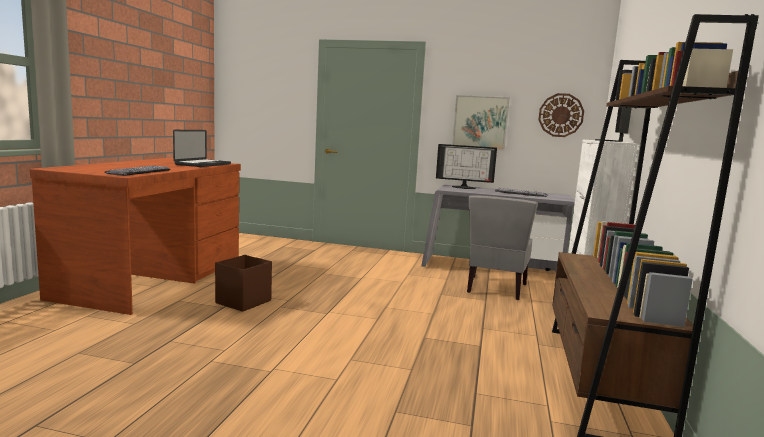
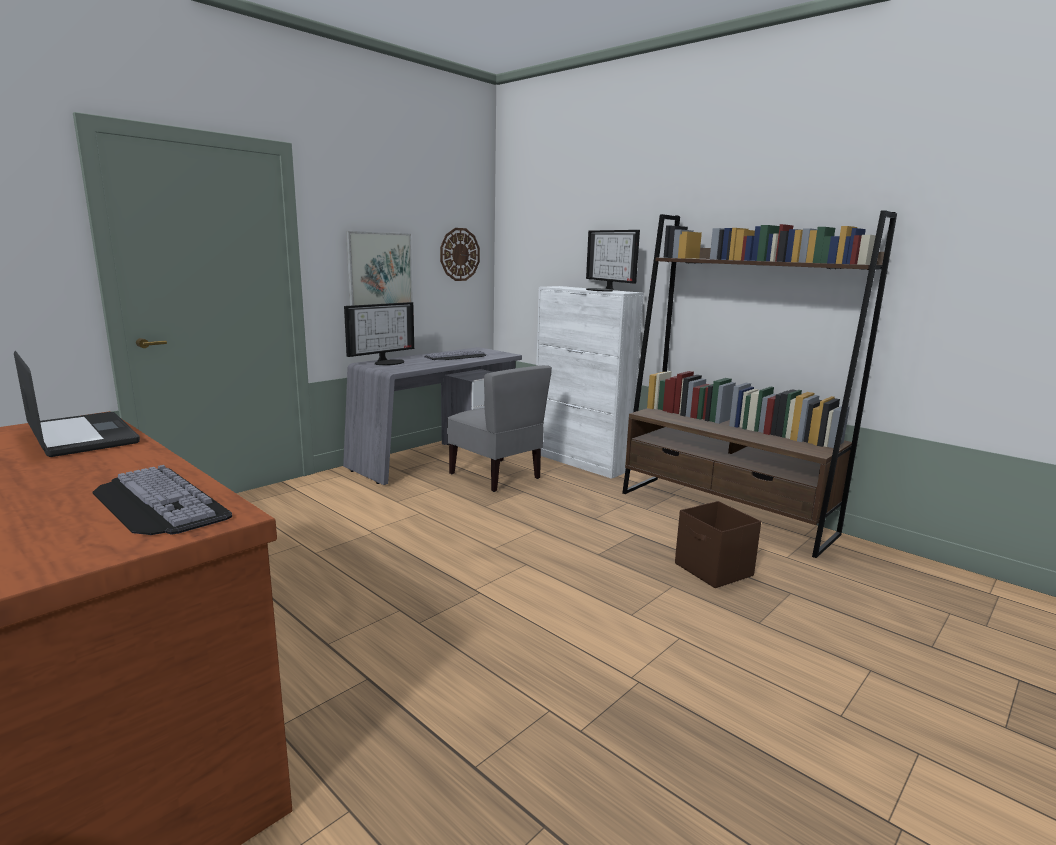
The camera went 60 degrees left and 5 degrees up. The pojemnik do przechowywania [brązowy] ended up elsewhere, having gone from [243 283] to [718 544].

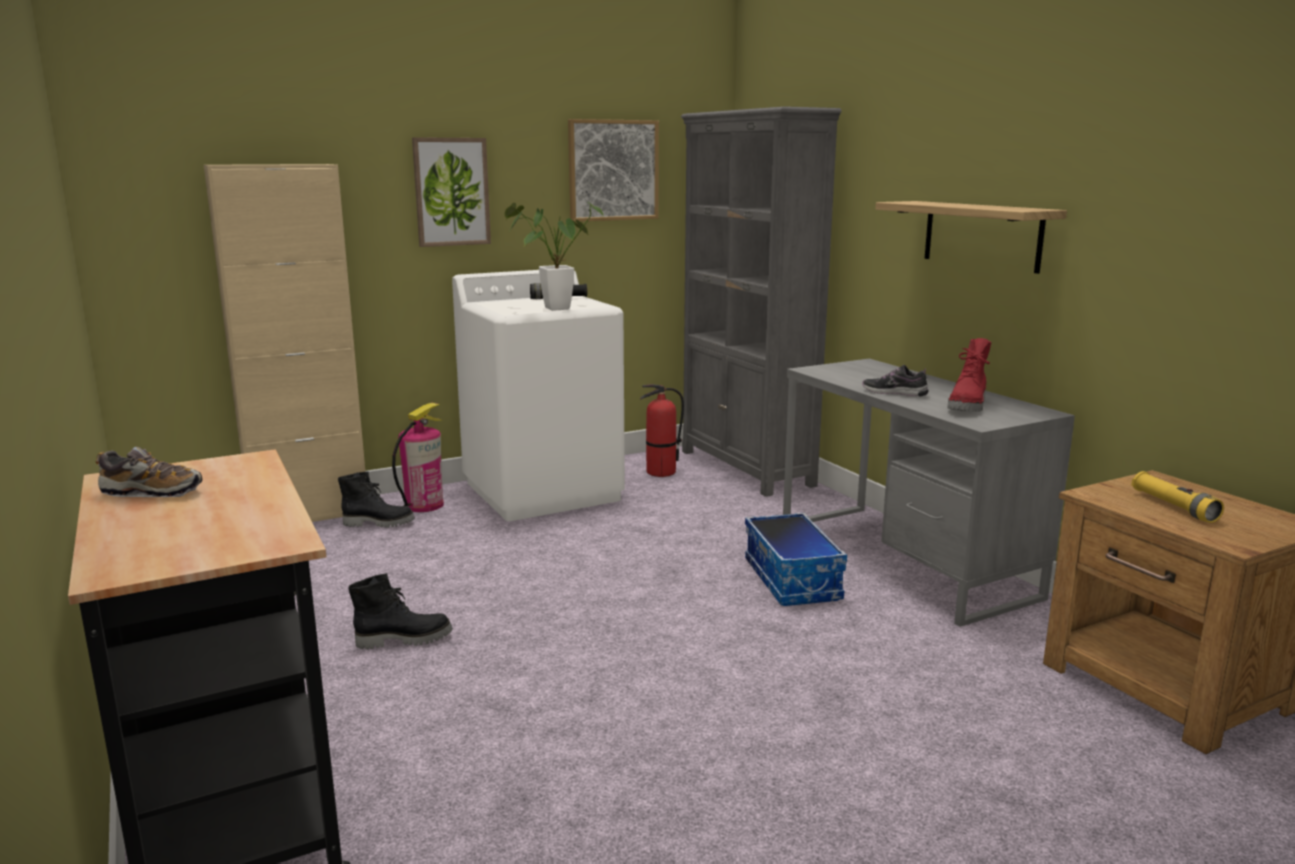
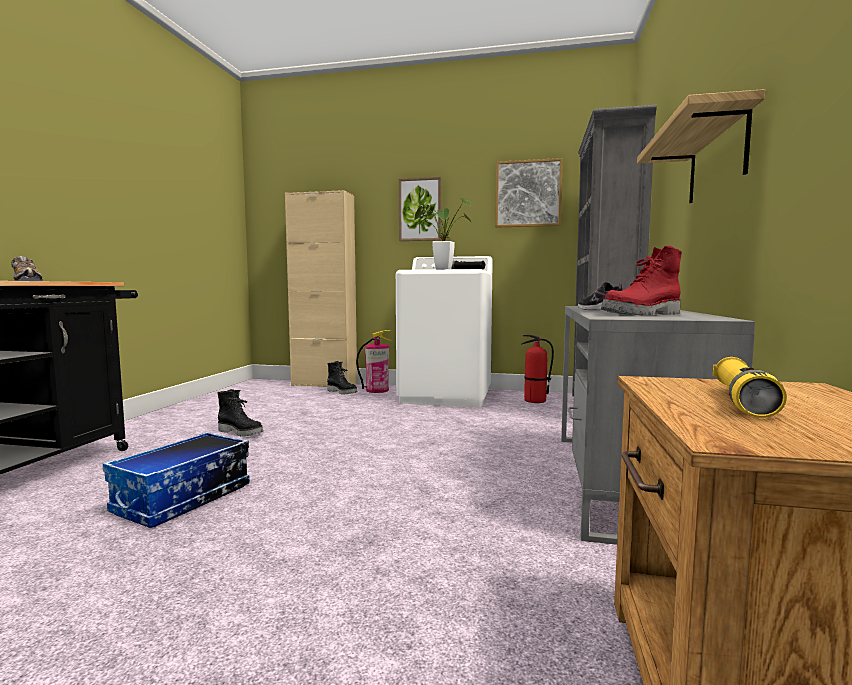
The camera went 40 degrees right and 10 degrees down. The pojemnik do przechowywania ended up elsewhere, having gone from [796 559] to [176 480].

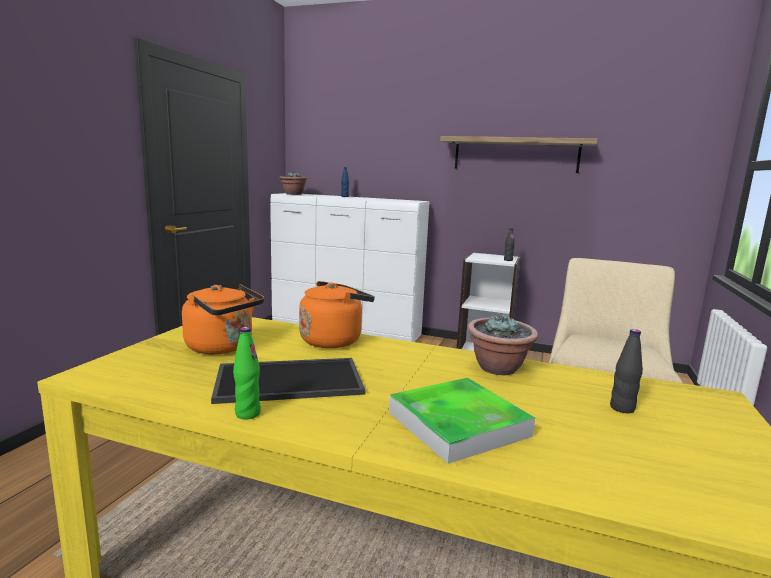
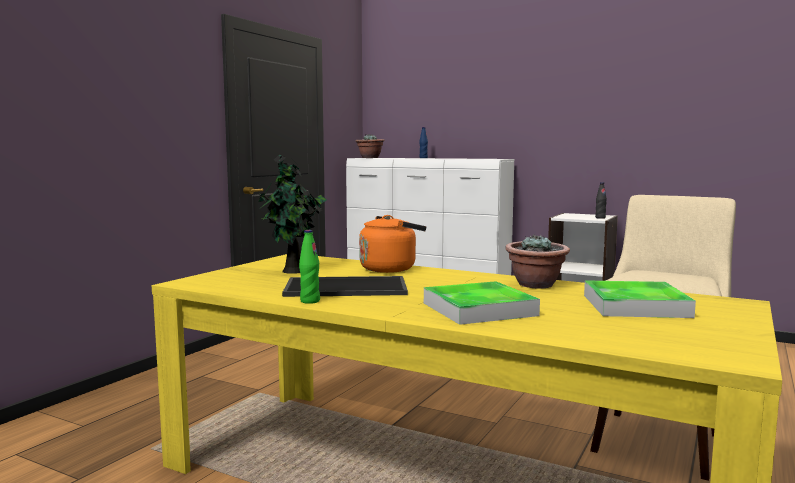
The camera went 10 degrees right and 5 degrees down. The second view lost the półka at [518 154]. Where the czajnik [pomarańczowy] stood at [223 319], the roślina doniczkowa came to stand at [293 214]. Where the butelka [czarny] stood at [626 371], the taca came to stand at [640 299].

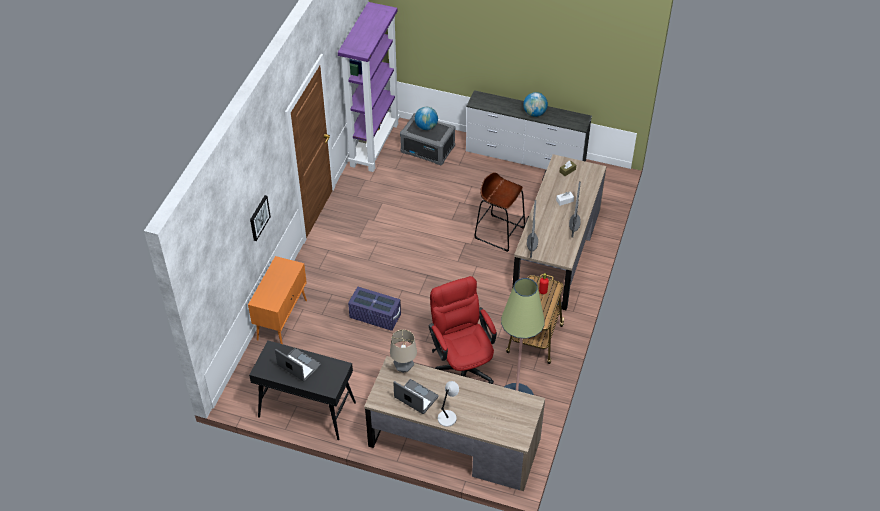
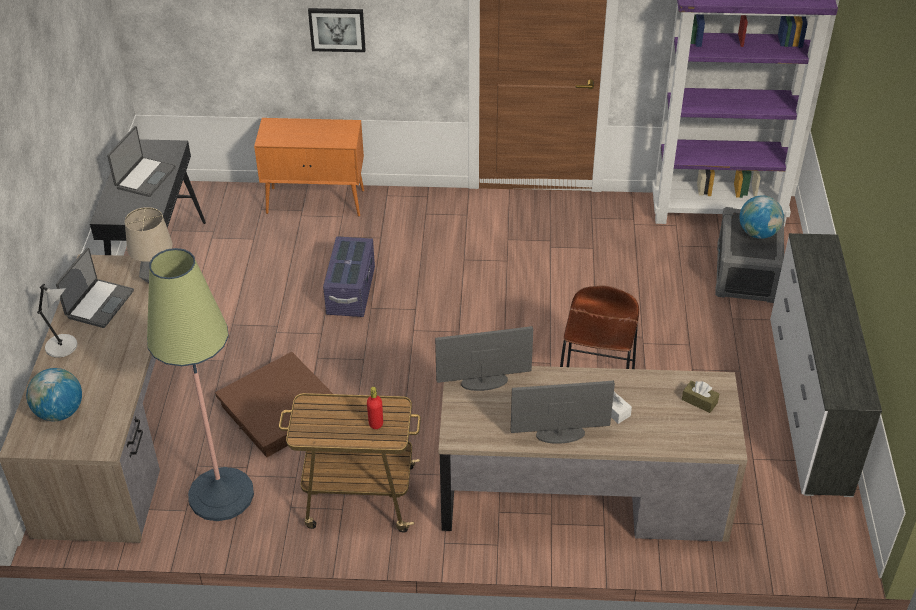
The camera went 75 degrees right and 5 degrees down. The globus ended up elsewhere, having gone from [535 104] to [54 394]. Where the krzesło biurowe [czerwony] stood at [462 330], the pojemnik do przechowywania [brązowy] came to stand at [274 404].

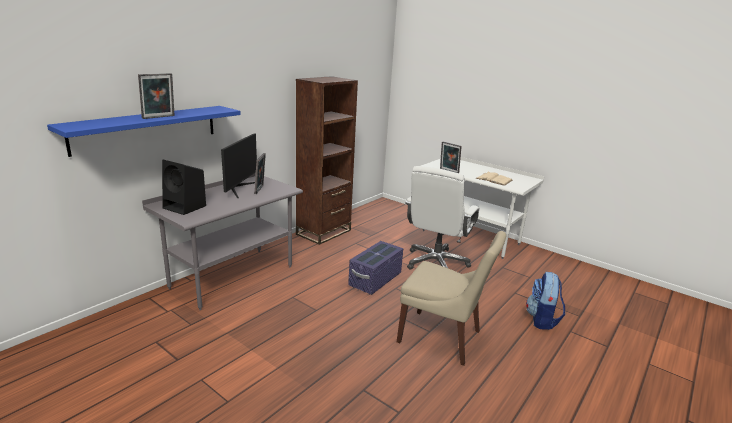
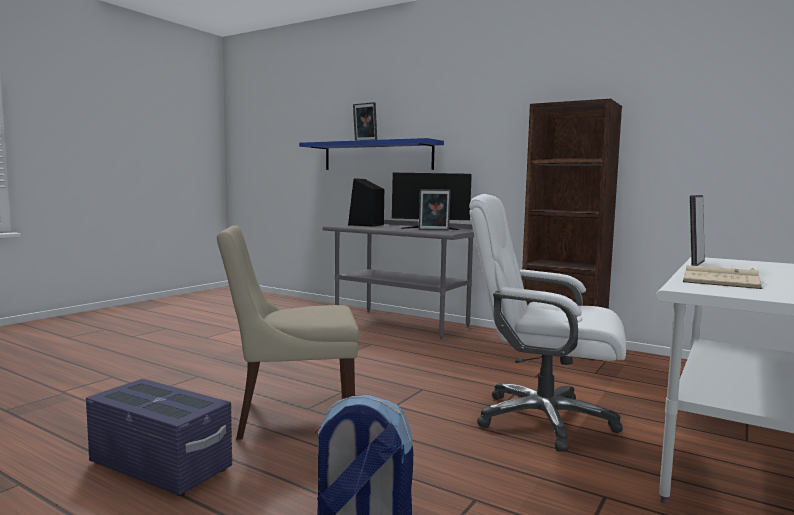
The camera went 85 degrees right and 15 degrees down. The pojemnik do przechowywania [fioletowy] ended up elsewhere, having gone from [375 268] to [159 437]. The krzesło [beżowy] at [451 298] ended up facing another way, 60 degrees clockwise from before.

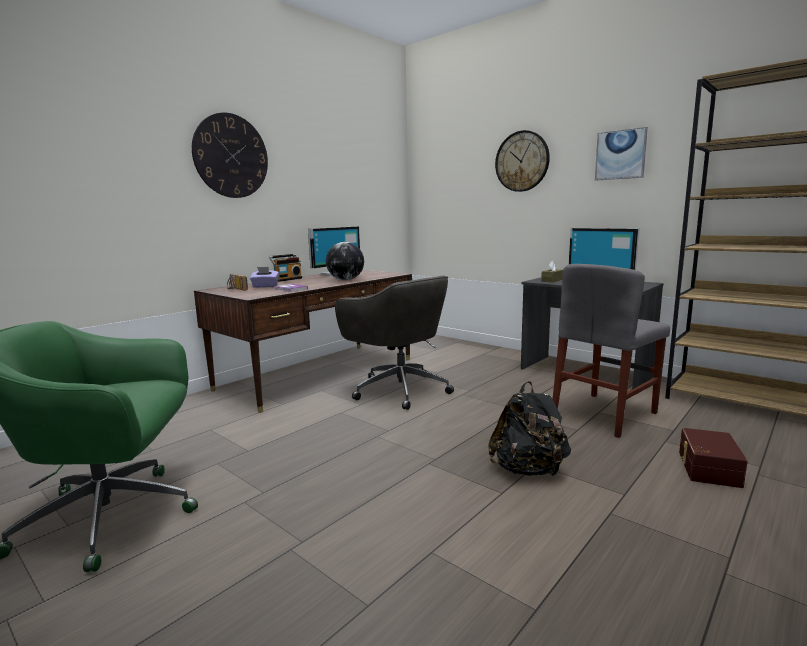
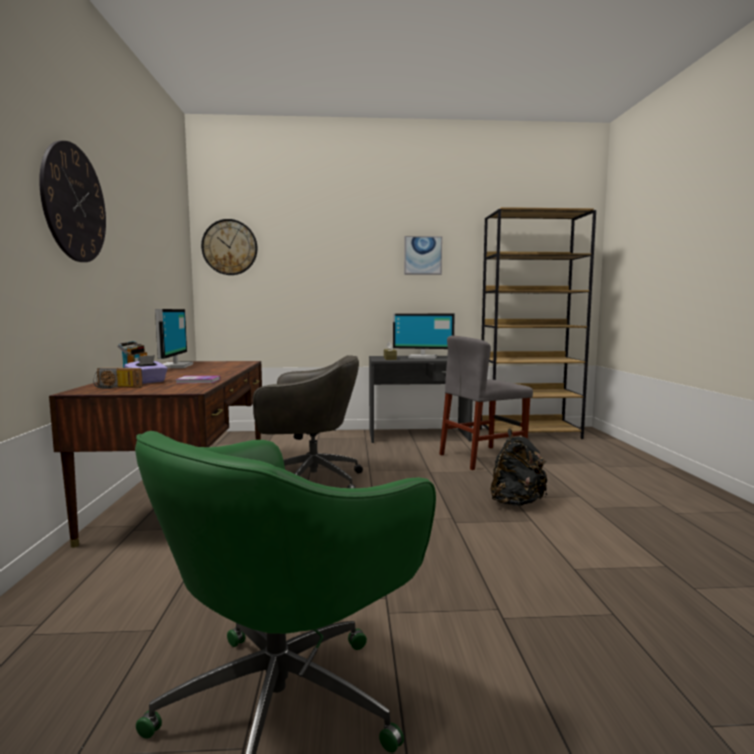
The camera went 45 degrees left and 5 degrees down. The second view lost the globus at [345 261]. The second view lost the pojemnik do przechowywania [brązowy] at [713 458]. The zegar ścienny ended up elsewhere, having gone from [522 161] to [229 247]. The krzesło [szary] at [611 351] ended up facing another way, 60 degrees clockwise from before.

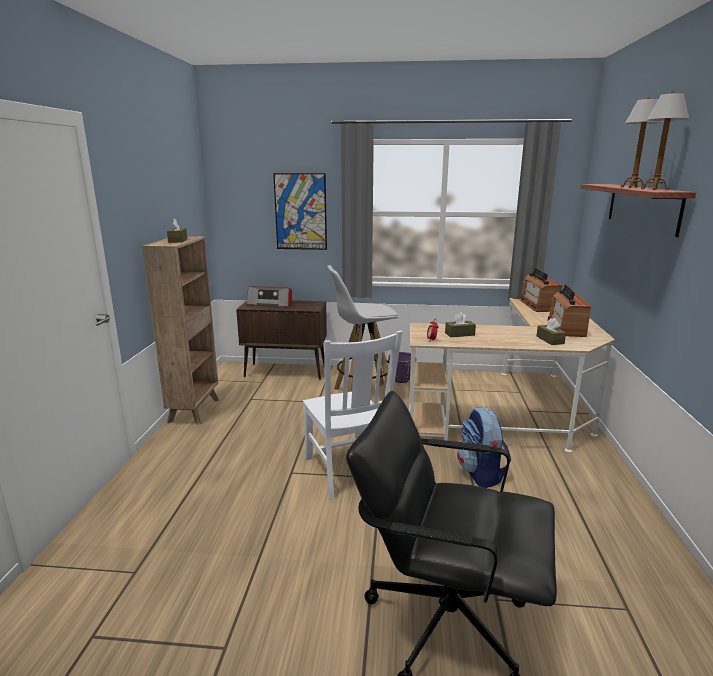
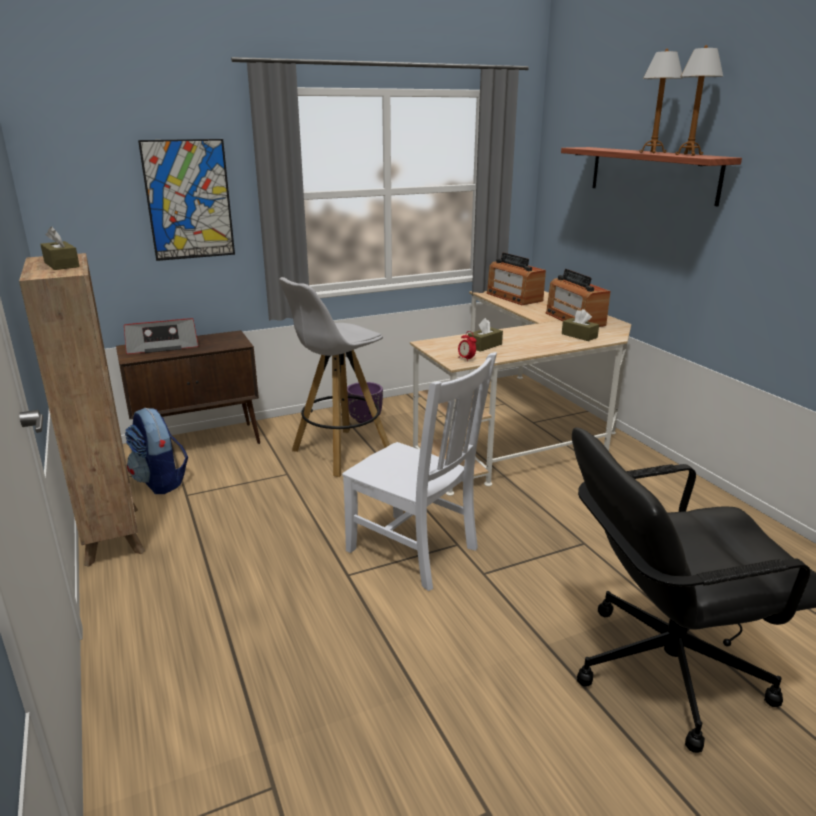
The camera went 30 degrees left and 5 degrees up. The plecak ended up elsewhere, having gone from [484 447] to [156 451].

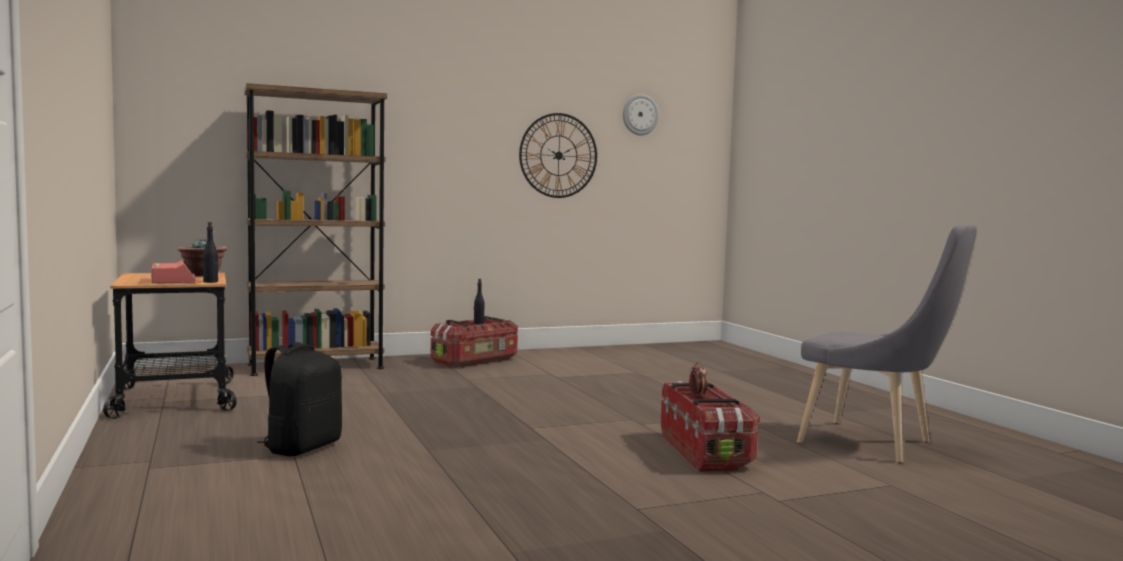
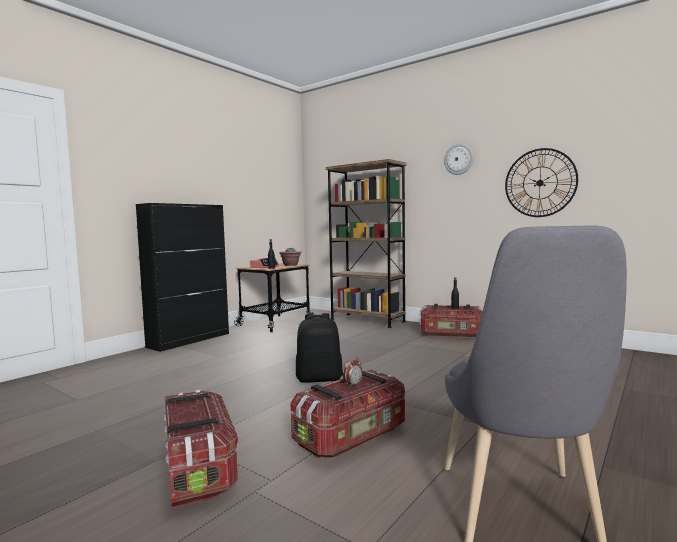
The camera went 60 degrees right and 0 degrees up. The second view gained the szafka [czarny] at [182 277]. The second view gained the pojemnik do przechowywania at [201 449]. The plecak [czarny] ended up elsewhere, having gone from [299 399] to [319 348]. The zegar ścienny ended up elsewhere, having gone from [641 115] to [459 159].

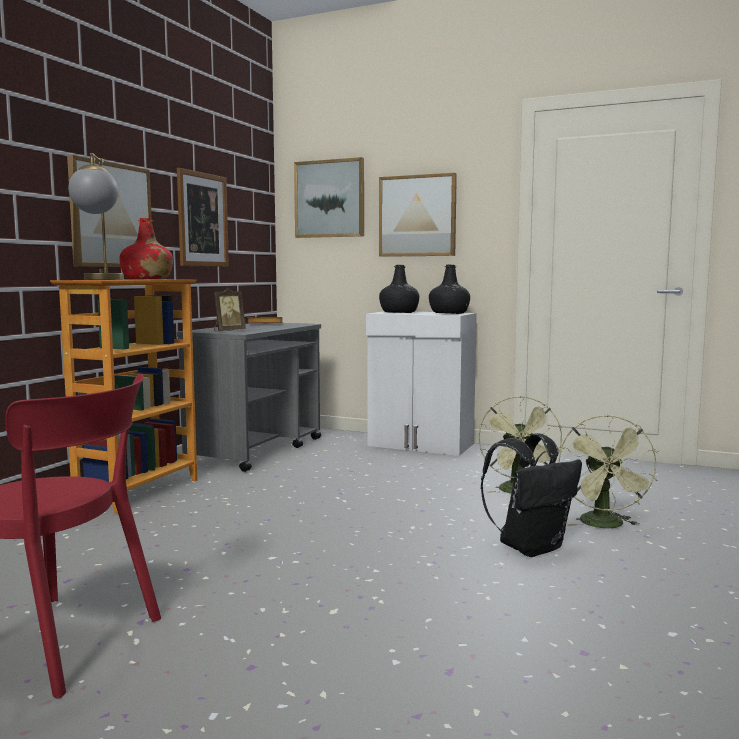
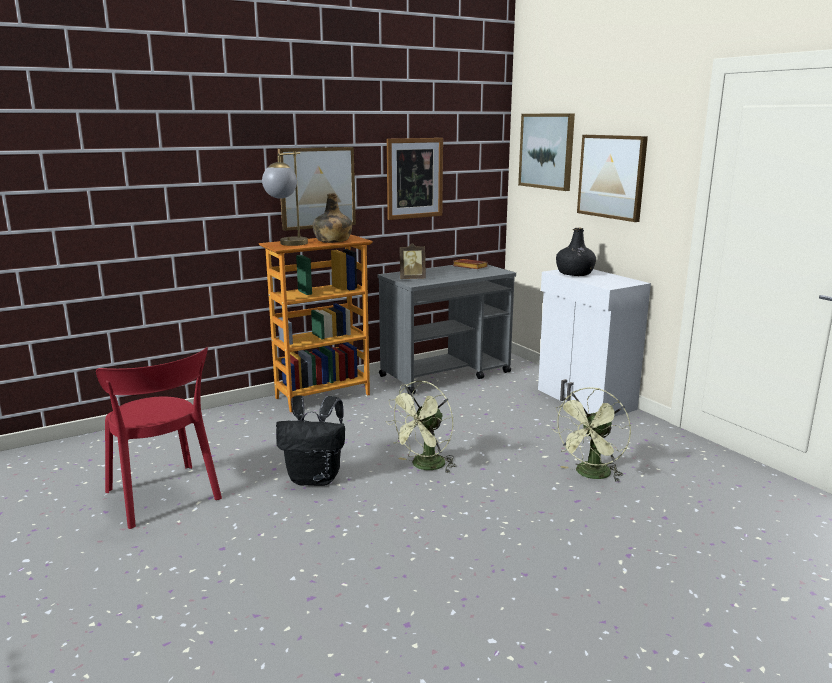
The camera went 35 degrees right and 10 degrees up. The second view lost the butelka [czarny] at [449 289]. The plecak [czarny] ended up elsewhere, having gone from [531 495] to [310 440]. The wentylator [zielony] ended up elsewhere, having gone from [608 471] to [421 427]. What was the butelka [czerwony] at [146 248] turned into the butelka [zielony] at [332 218].

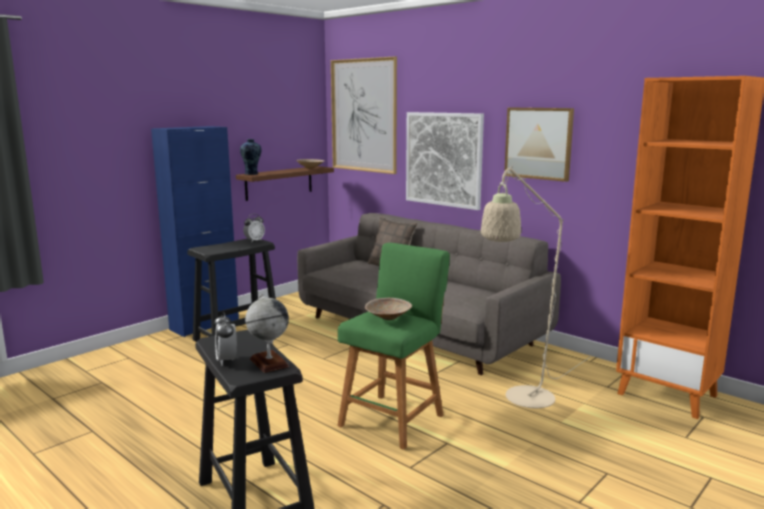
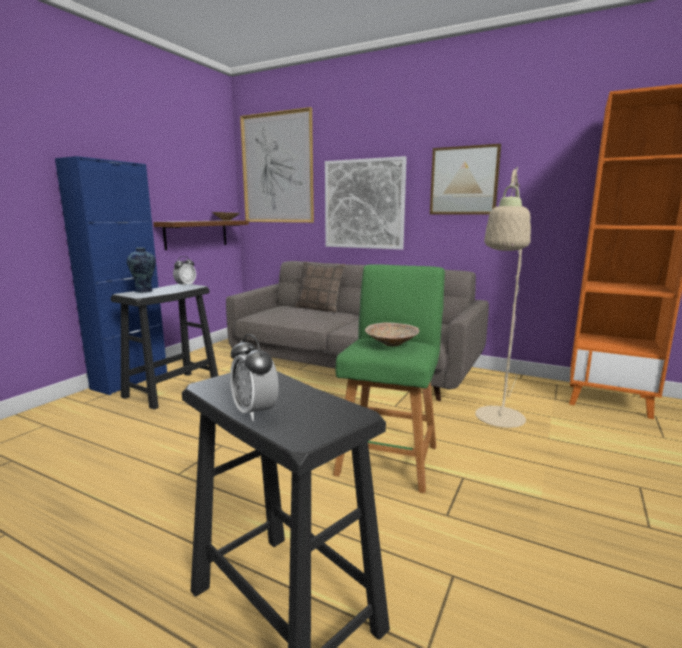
The camera went 15 degrees left and 0 degrees up. The second view lost the globus at [267 333]. The wazon ended up elsewhere, having gone from [251 157] to [141 270].

